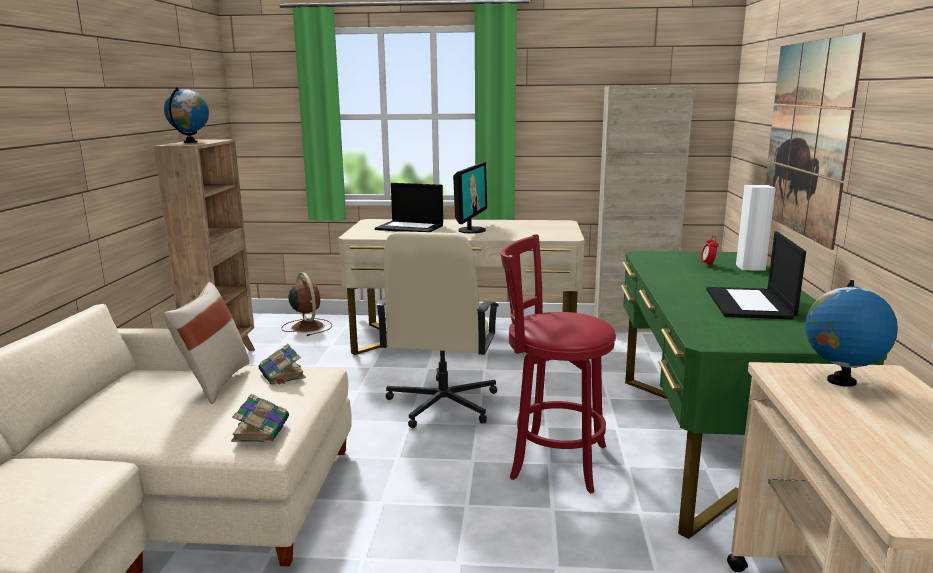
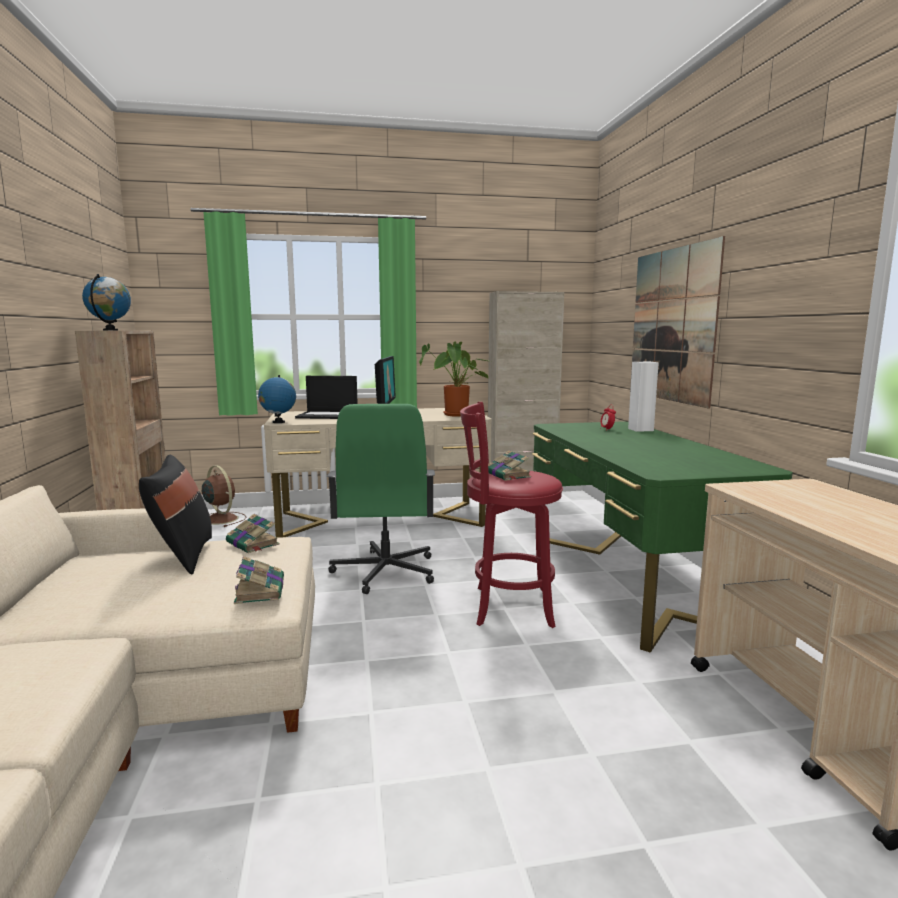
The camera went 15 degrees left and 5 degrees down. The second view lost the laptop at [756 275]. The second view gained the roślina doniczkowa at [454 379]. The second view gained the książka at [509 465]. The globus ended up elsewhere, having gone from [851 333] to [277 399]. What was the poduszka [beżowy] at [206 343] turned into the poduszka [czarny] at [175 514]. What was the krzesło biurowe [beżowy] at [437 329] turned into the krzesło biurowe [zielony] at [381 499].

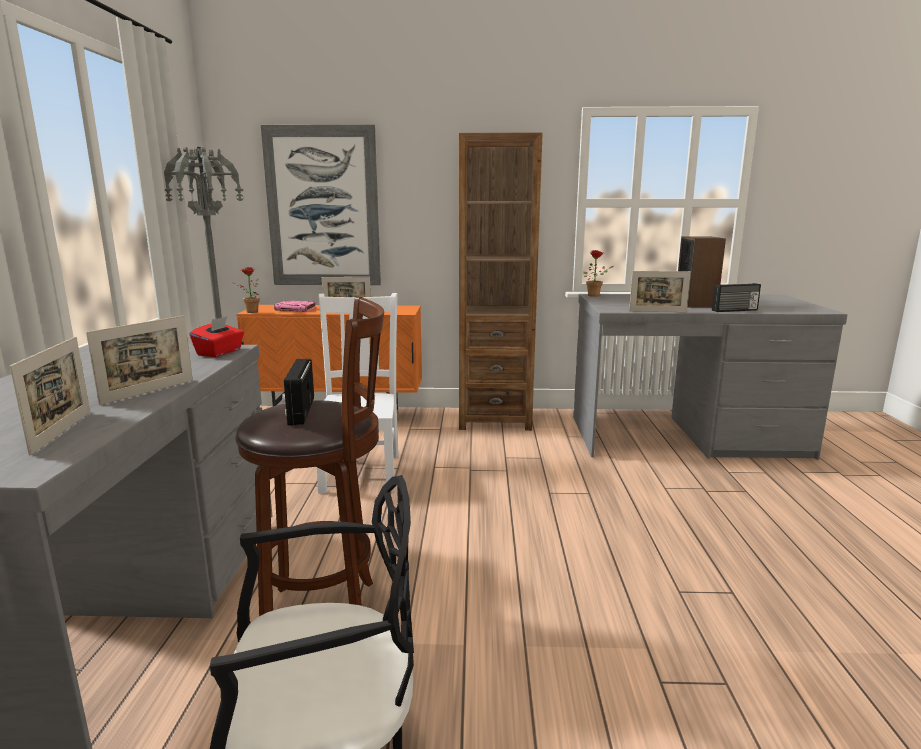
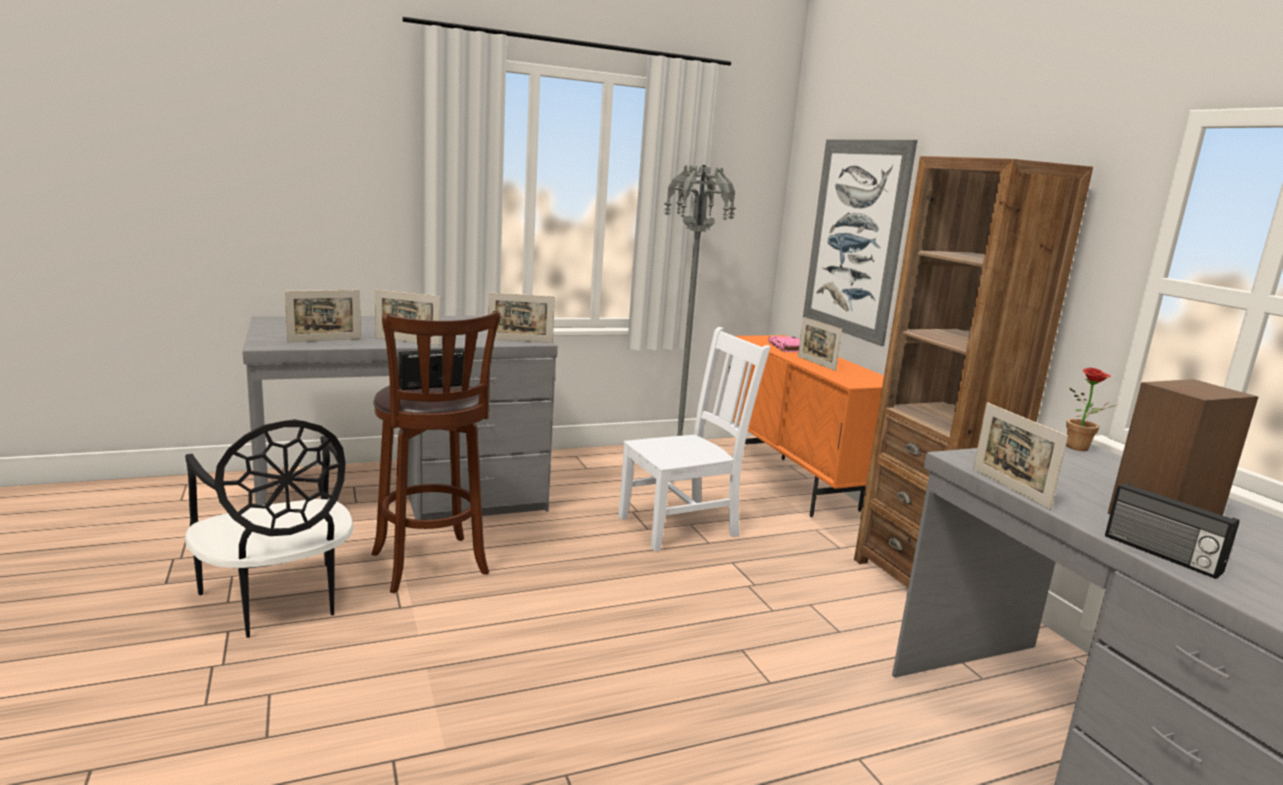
The camera went 65 degrees right and 0 degrees up. The second view lost the roślina doniczkowa at [246 290]. Where the pudełko chusteczek [czerwony] stood at [216 336], the ramka na zdjęcie came to stand at [521 317].

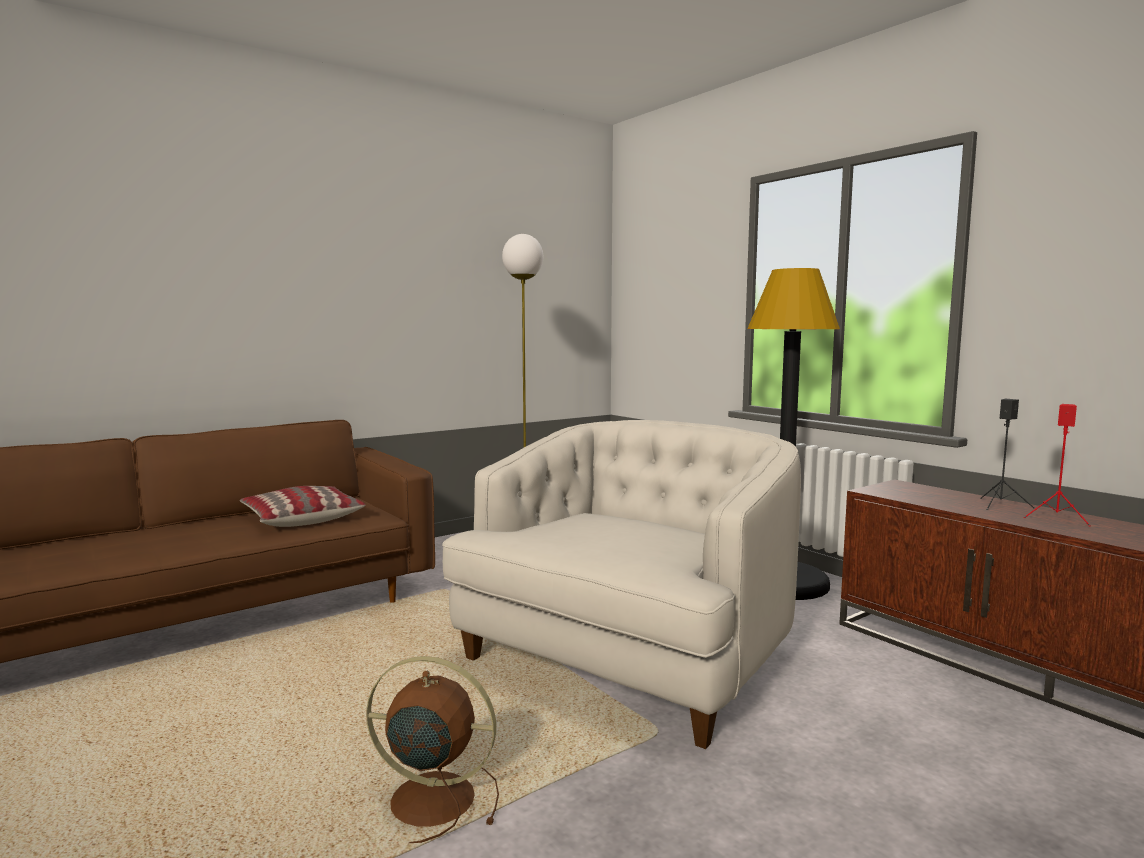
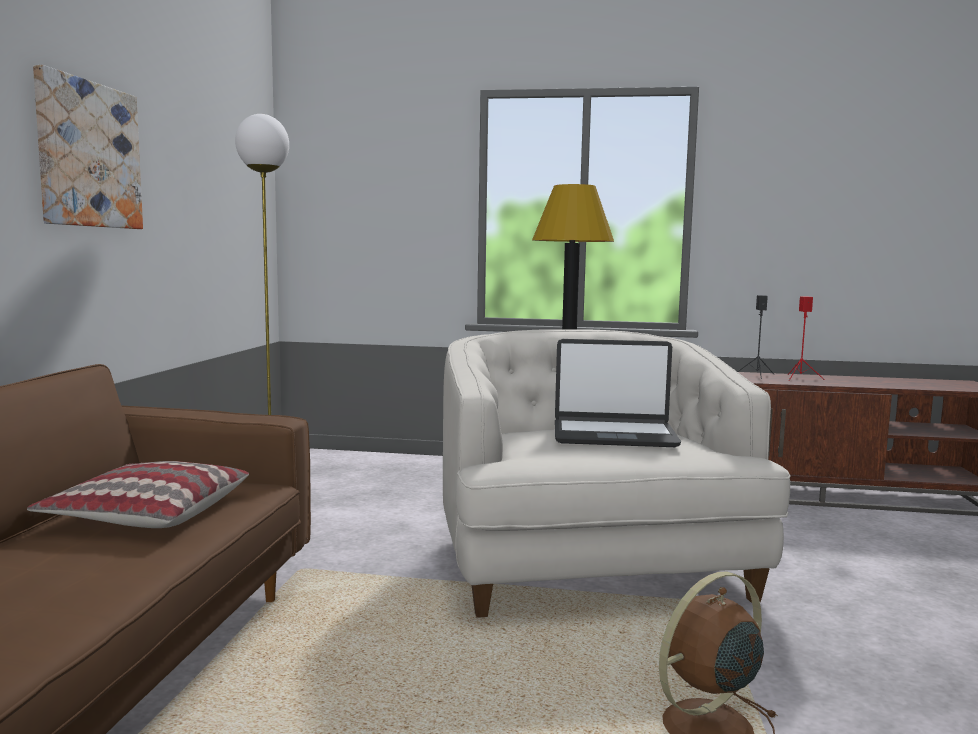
The camera went 45 degrees left and 0 degrees up. The second view gained the obraz at [88 147]. The second view gained the laptop at [618 393].

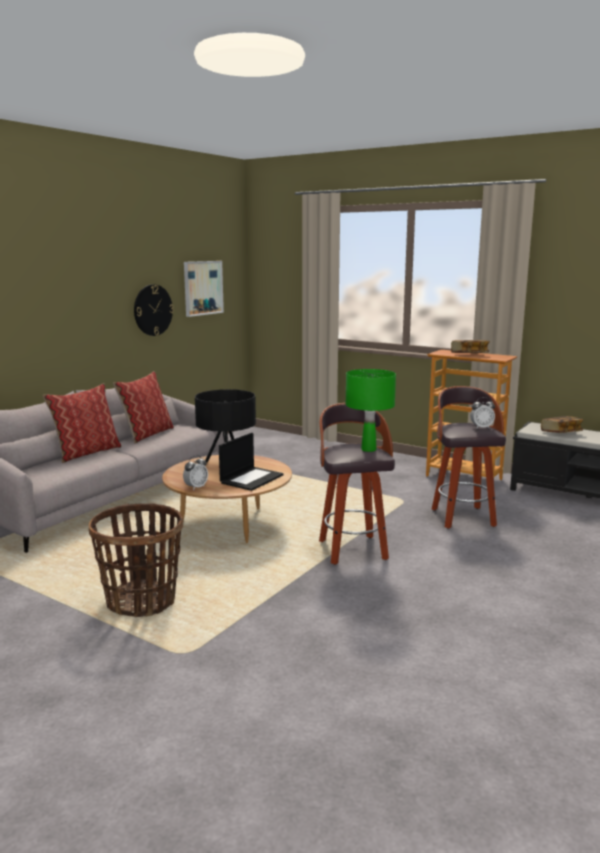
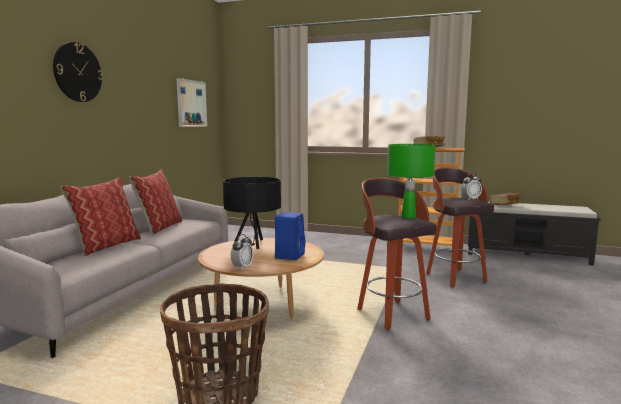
The camera went 15 degrees left and 5 degrees down. The zegar ścienny ended up elsewhere, having gone from [154 310] to [78 72]. Where the laptop stood at [251 462], the głośnik [niebieski] came to stand at [290 236].

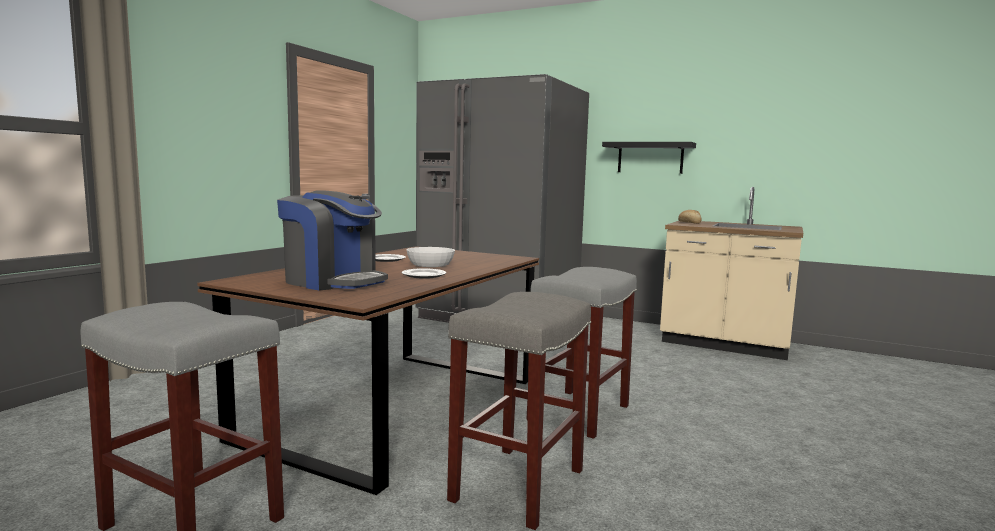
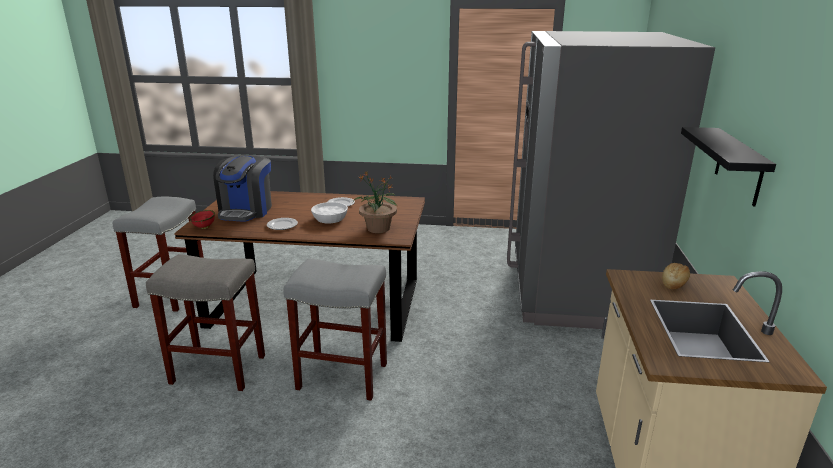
The camera went 70 degrees right and 15 degrees up. The second view gained the miska [czerwony] at [202 219]. The second view gained the roślina doniczkowa at [375 202].

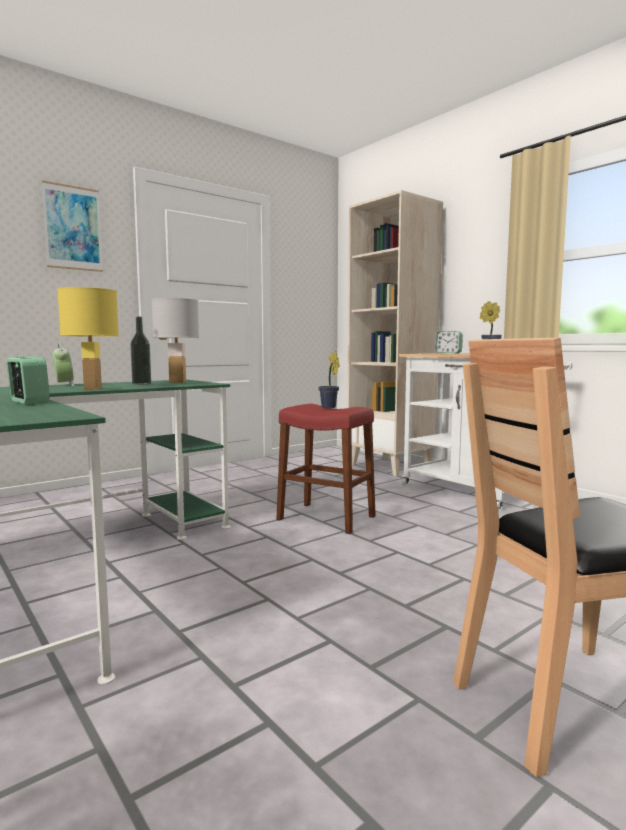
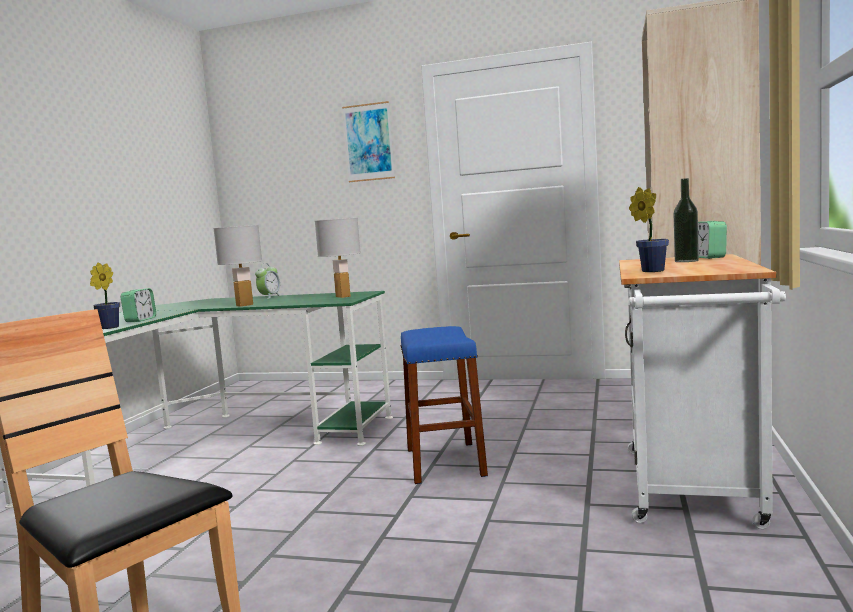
The camera went 55 degrees right and 0 degrees up. The butelka ended up elsewhere, having gone from [140 351] to [686 220]. The roślina doniczkowa ended up elsewhere, having gone from [329 379] to [105 296]. What was the lampa stołowa [żółty] at [88 338] turned into the lampa stołowa [biały] at [237 266]. What was the stołek [czerwony] at [326 469] turned into the stołek [niebieski] at [444 405].

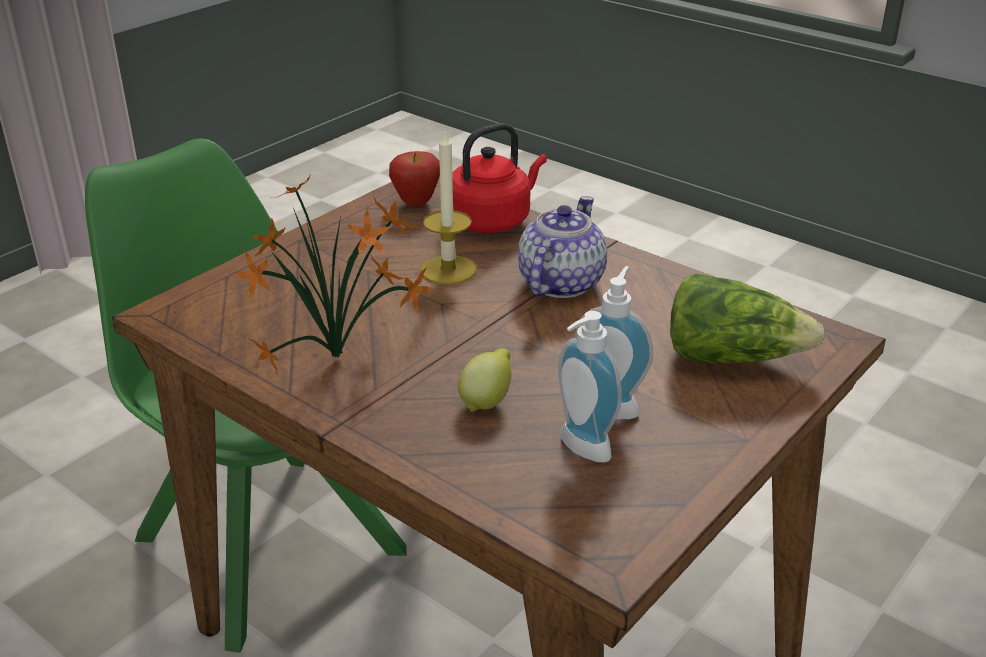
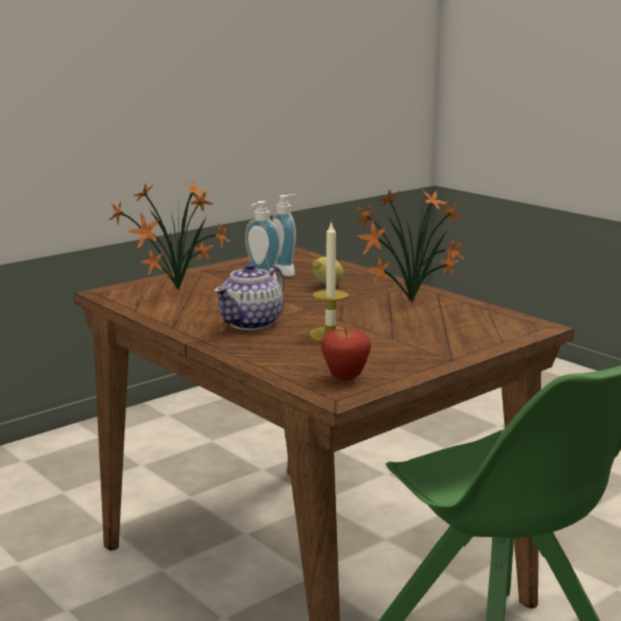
The camera went 170 degrees left and 15 degrees down. The second view lost the czajnik [czerwony] at [499 178]. Where the sałata stood at [747 318], the roślina doniczkowa came to stand at [169 234].

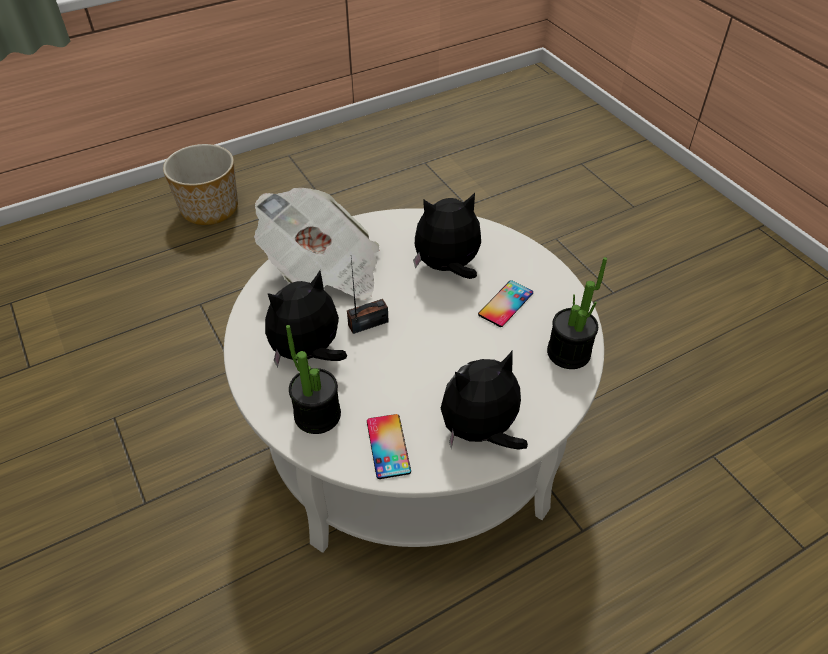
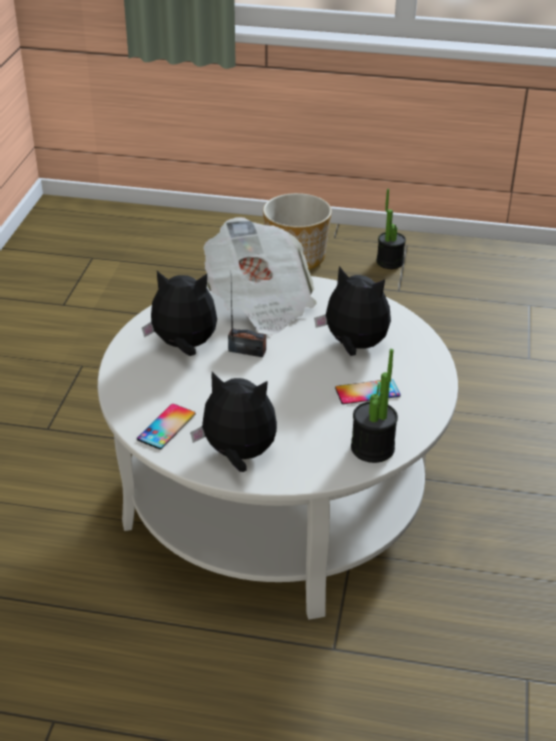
The camera went 40 degrees right and 10 degrees down. The roślina doniczkowa ended up elsewhere, having gone from [313 379] to [391 229].

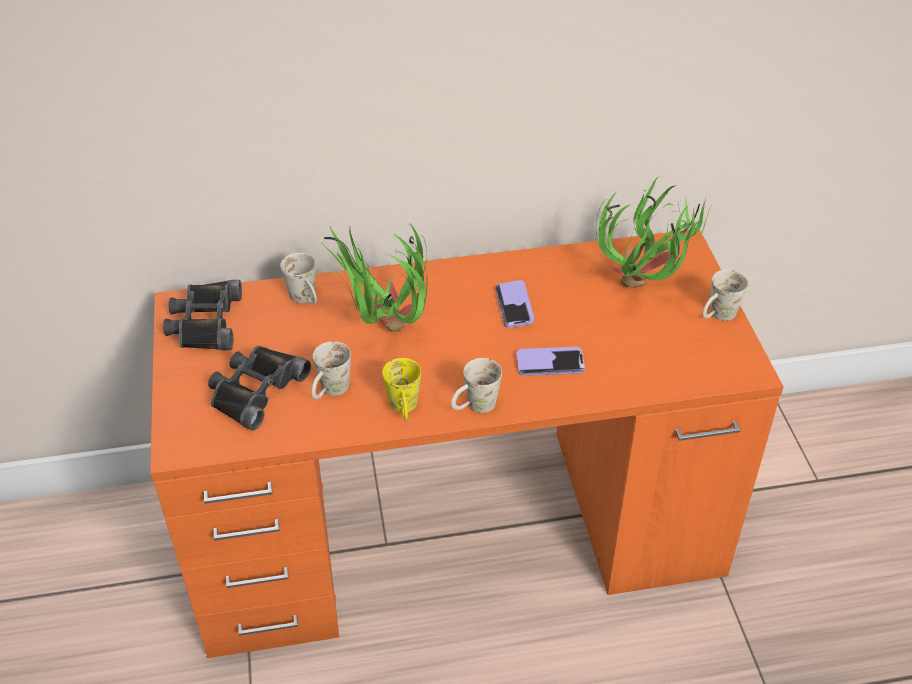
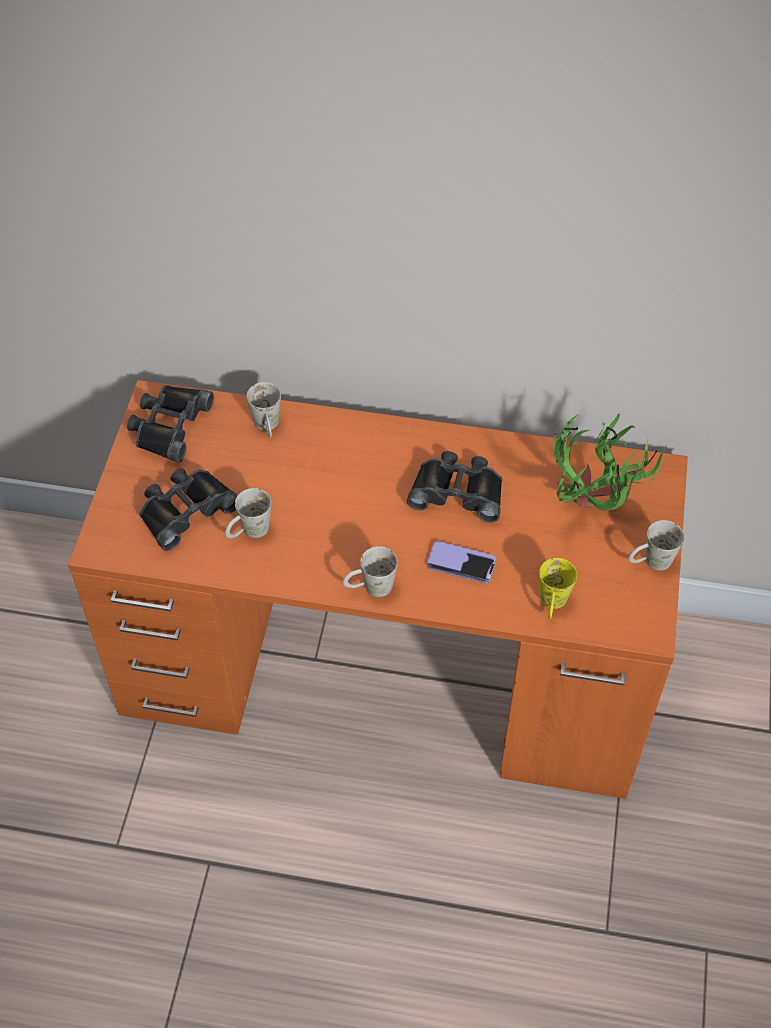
The camera went 20 degrees right and 10 degrees up. The second view lost the roślina doniczkowa at [376 278]. The kubek [żółty] ended up elsewhere, having gone from [401 389] to [558 588]. Where the telefon stood at [515 304], the lornetka [czarny] came to stand at [454 487].

